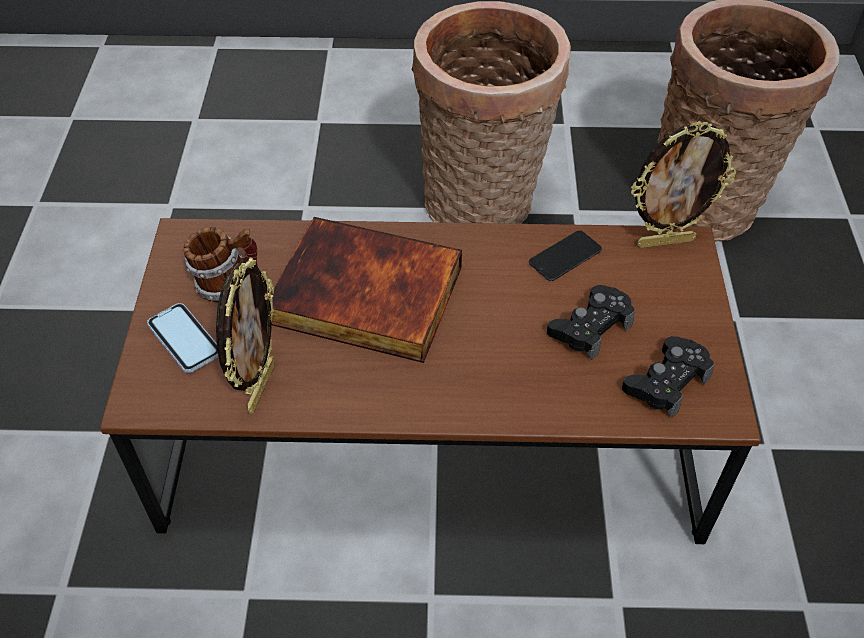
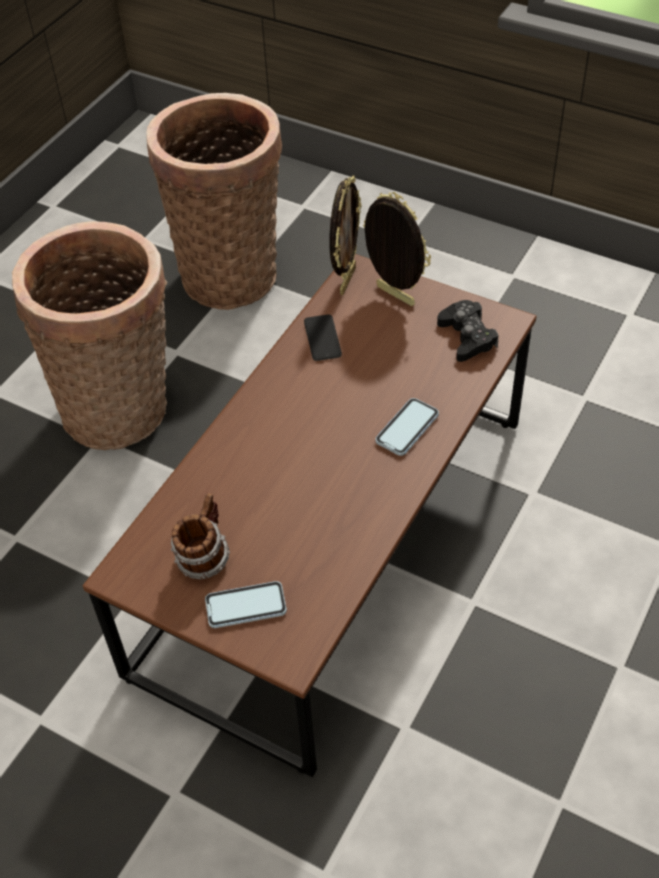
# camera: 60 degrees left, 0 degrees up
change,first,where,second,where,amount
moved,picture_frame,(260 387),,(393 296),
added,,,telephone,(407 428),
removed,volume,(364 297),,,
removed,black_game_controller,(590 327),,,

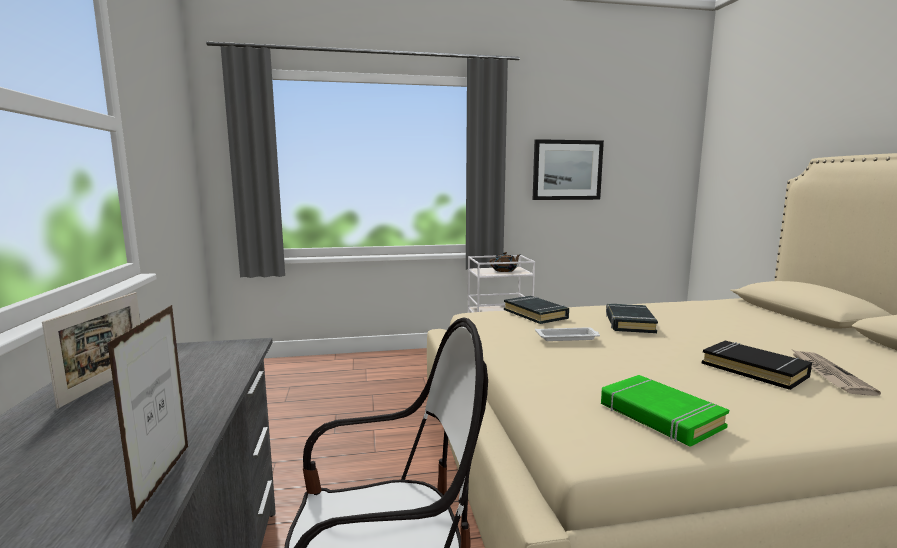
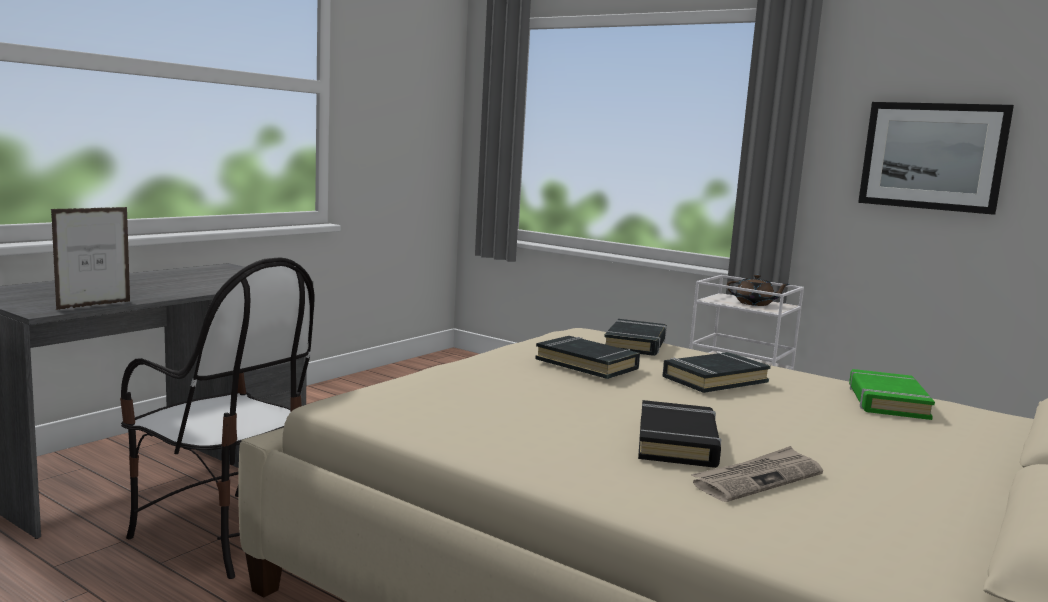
# camera: 45 degrees right, 0 degrees up
change,first,where,second,where,amount
replaced,whitish_serving_tray,(568 337),black_volume,(587 364),
moved,greenish_volume,(659 416),,(887 401),
removed,picture_frame,(105 382),,,

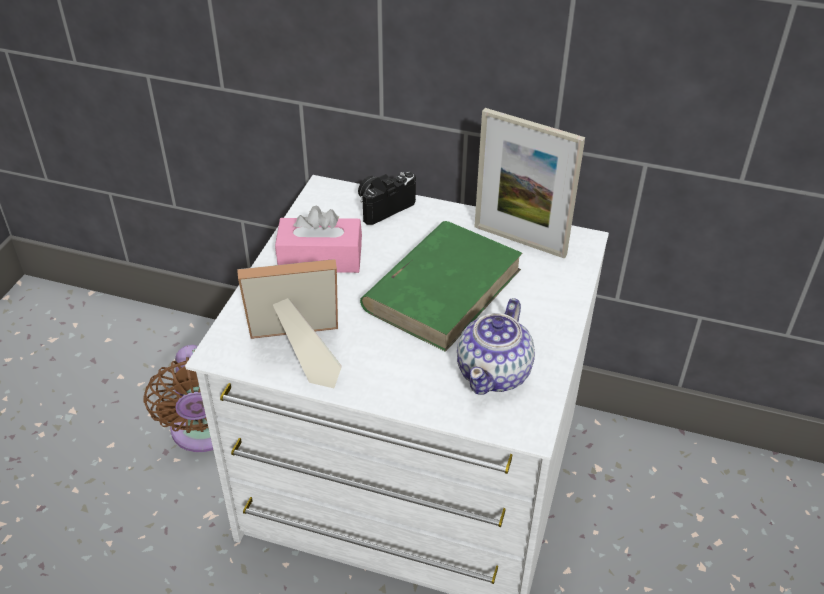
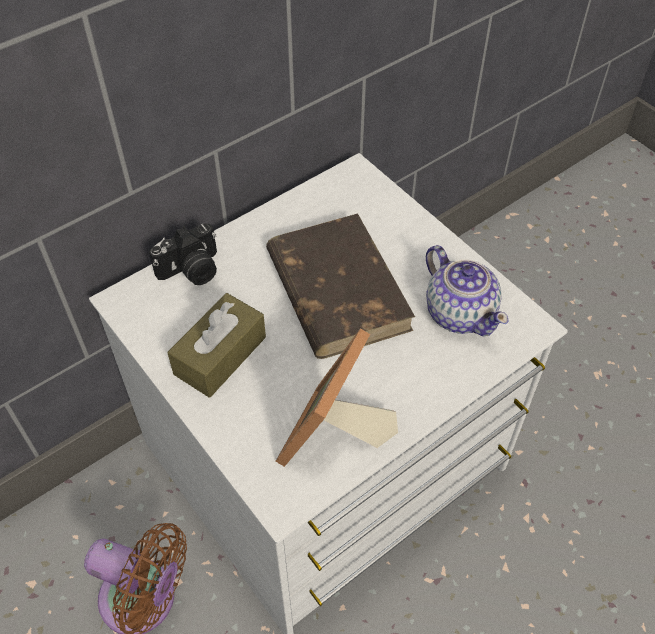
# camera: 55 degrees left, 10 degrees up
change,first,where,second,where,amount
turned,still_camera,(383 206),,(191 271),120 degrees counterclockwise
recoloured,pinkish_tissue_box,(320 258),brown-coloured_tissue_box,(220 355),
recoloured,greenish_volume,(443 288),brown-coloured_volume,(336 289),
removed,picture_frame,(519 240),,,

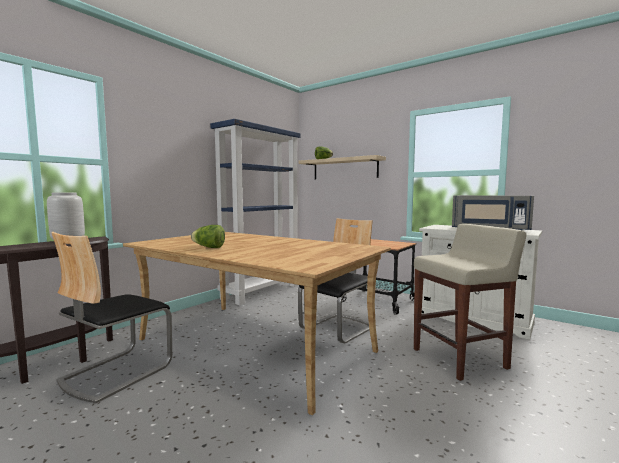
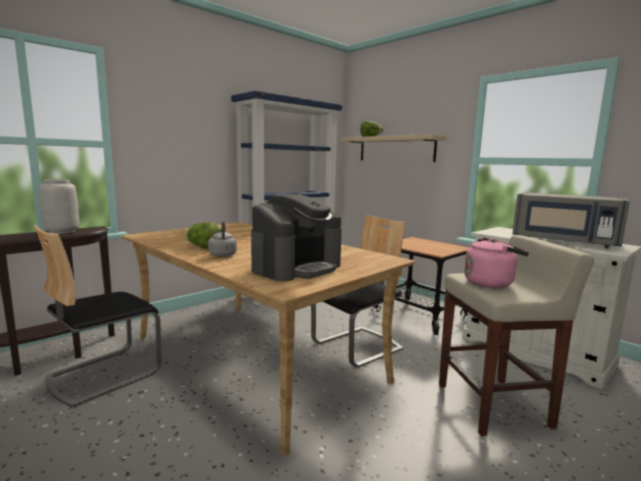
# camera: 10 degrees right, 5 degrees up
change,first,where,second,where,amount
added,,,gray_kettle,(222 254),
added,,,coffee_machine,(297 267),
added,,,pinkish_kettle,(491 283),

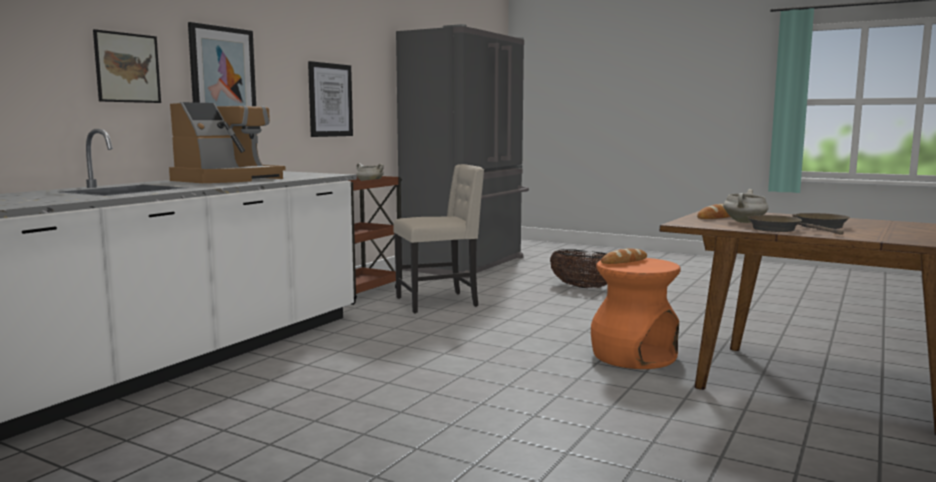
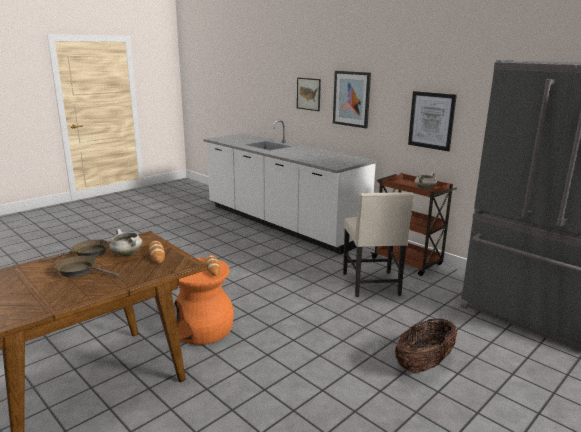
# camera: 105 degrees right, 10 degrees up
change,first,where,second,where,amount
removed,coffee_machine,(228 179),,,

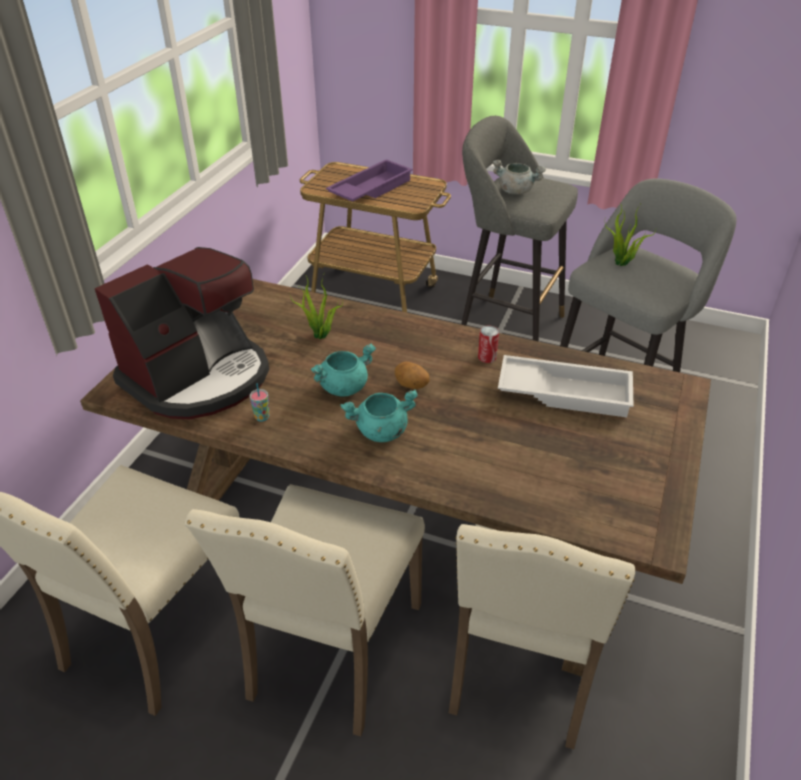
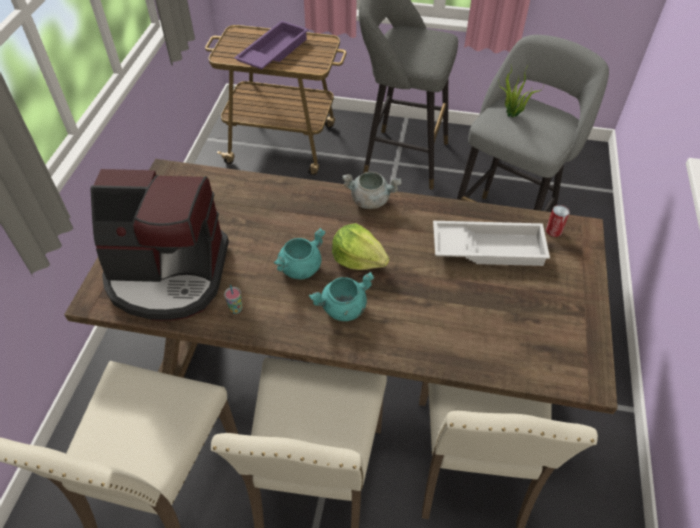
# camera: 10 degrees left, 10 degrees up
change,first,where,second,where,amount
turned,coffee_machine,(199 377),,(168 275),60 degrees clockwise
replaced,whole_potato,(411 386),lettuce,(358 259),
moved,gray_cooking_pot,(516 191),,(370 200),
moved,metal_can,(487 357),,(553 230),
removed,houseplant,(320 336),,,

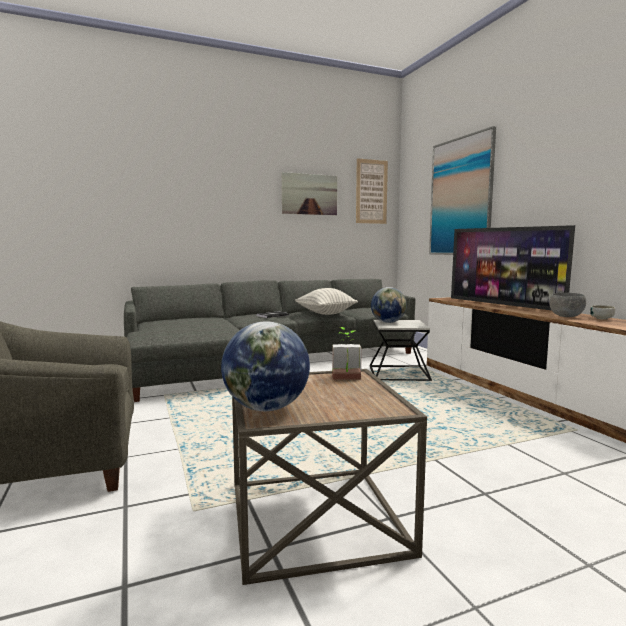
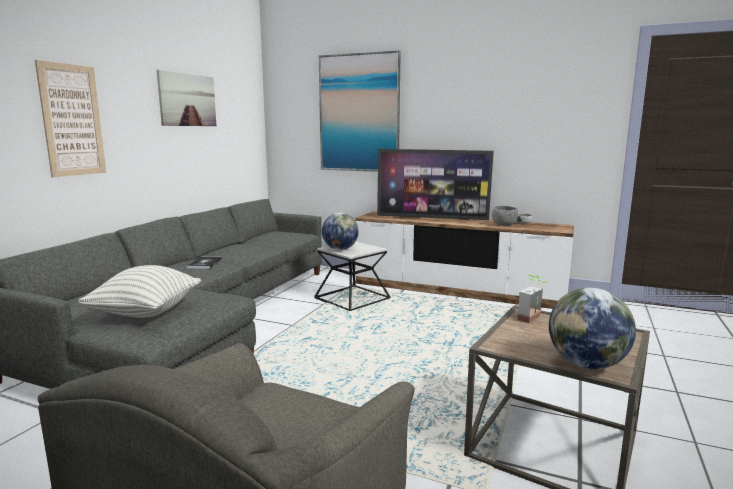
# camera: 45 degrees left, 5 degrees up
change,first,where,second,where,amount
moved,picture,(371 191),,(72 120),
moved,cushion,(326 313),,(145 312),

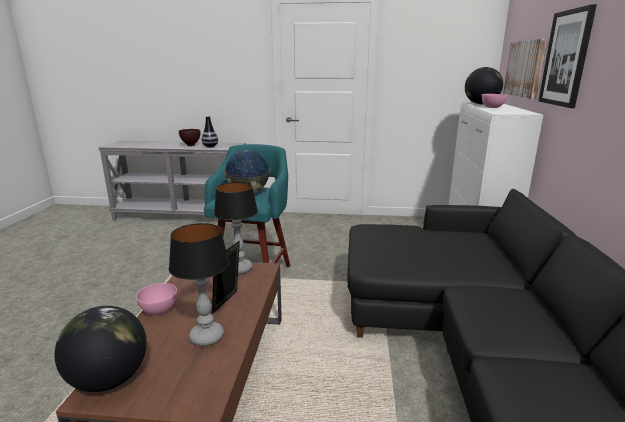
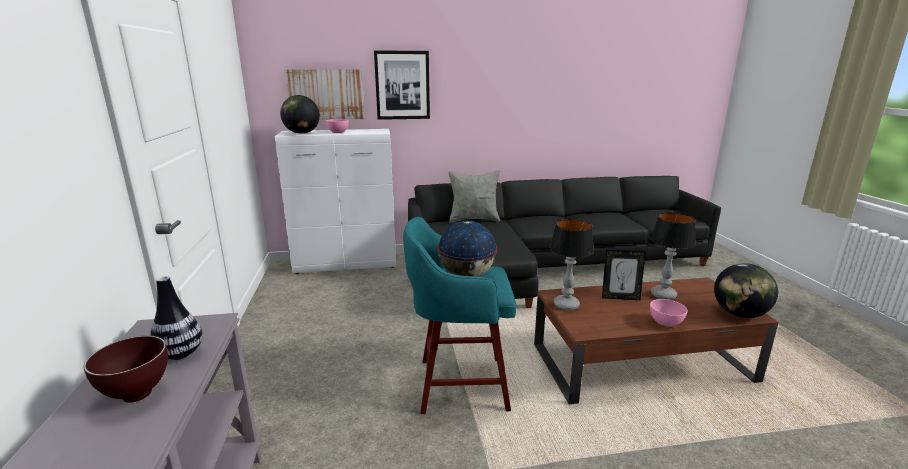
# camera: 105 degrees left, 0 degrees up
change,first,where,second,where,amount
added,,,gray_cushion,(474 219),

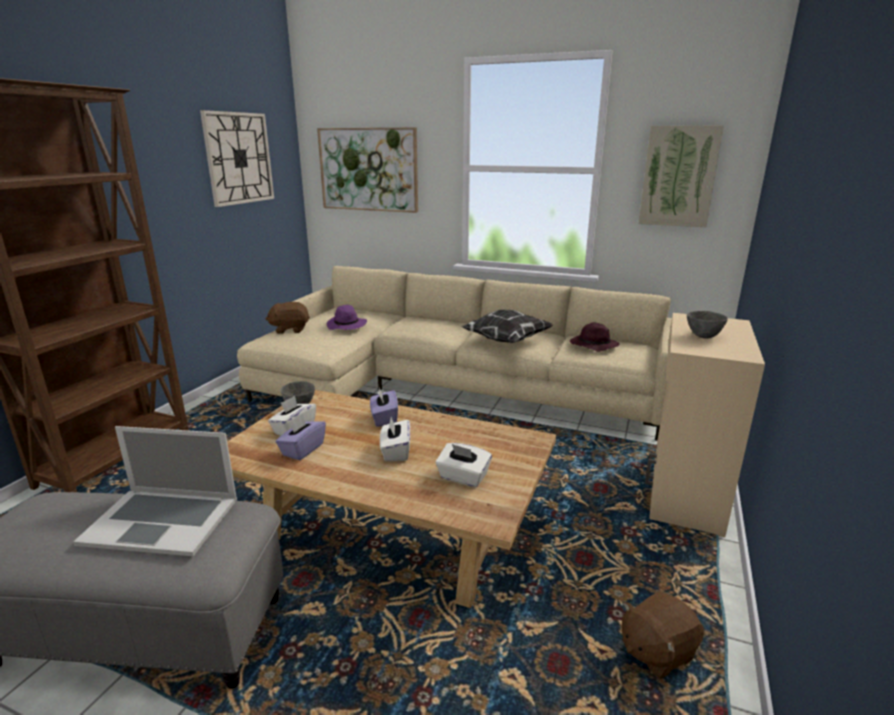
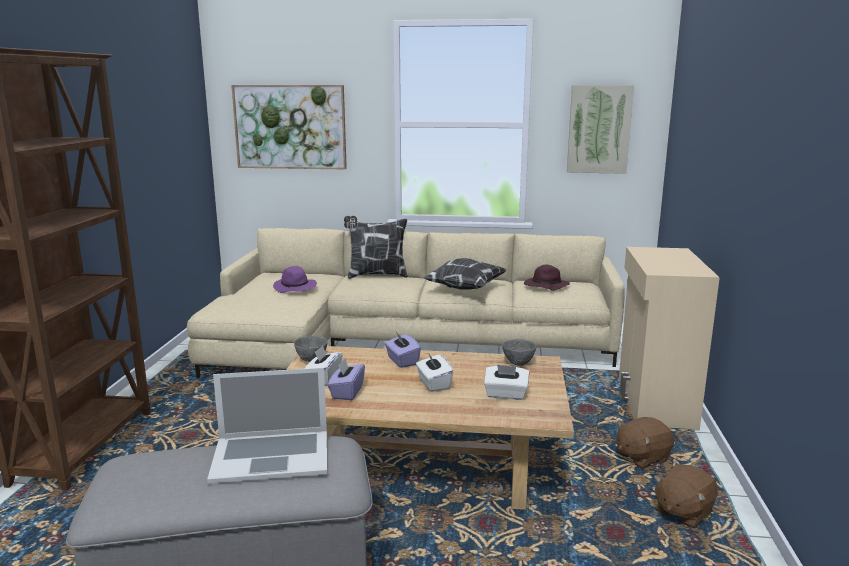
# camera: 15 degrees left, 5 degrees down
change,first,where,second,where,amount
added,,,cushion,(376 275),
moved,gray_bowl,(703 336),,(518 363),
moved,brown-coloured_soft_toy,(290 329),,(641 457),
removed,hanging_clock,(239 158),,,

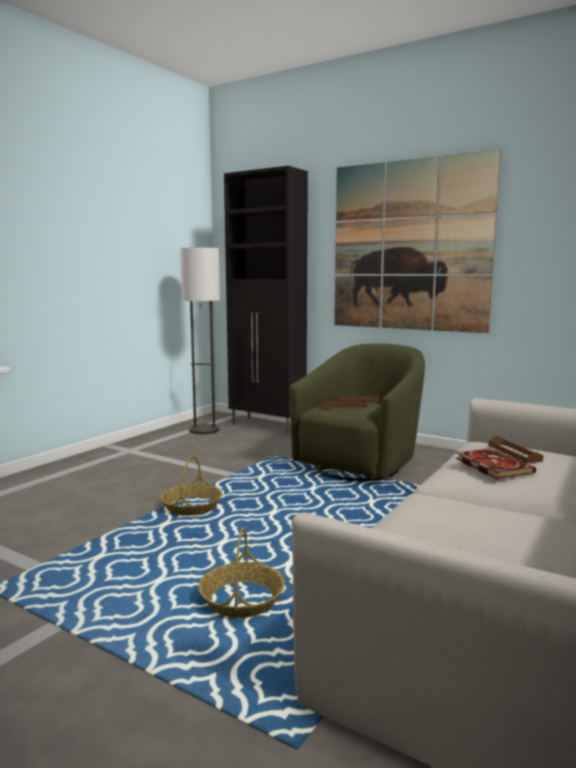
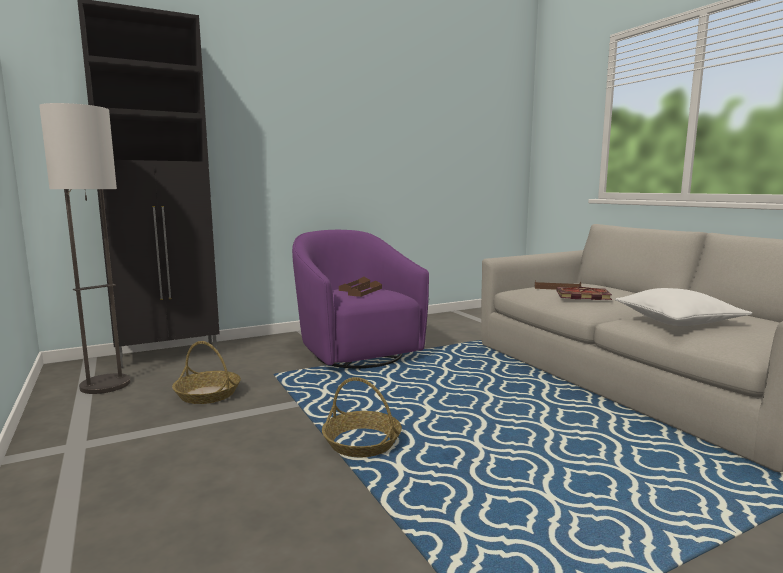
# camera: 60 degrees left, 0 degrees up
change,first,where,second,where,amount
moved,basket,(242 600),,(208 394),
recoloured,greenish_armchair,(361 464),purple-coloured_armchair,(355 351),
added,,,whitish_cushion,(677 321),
removed,picture,(409 246),,,

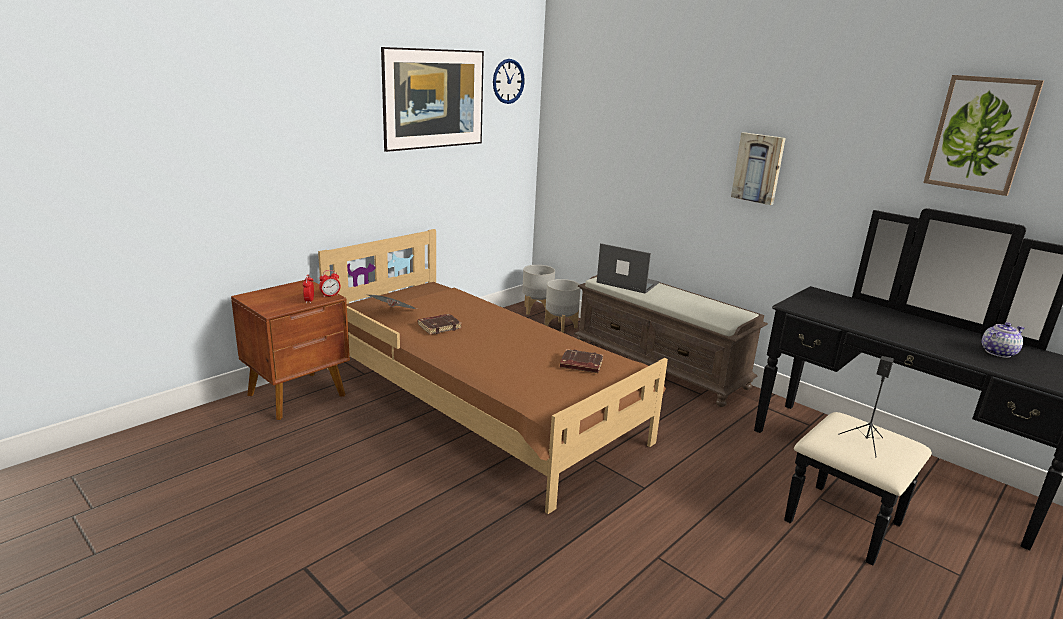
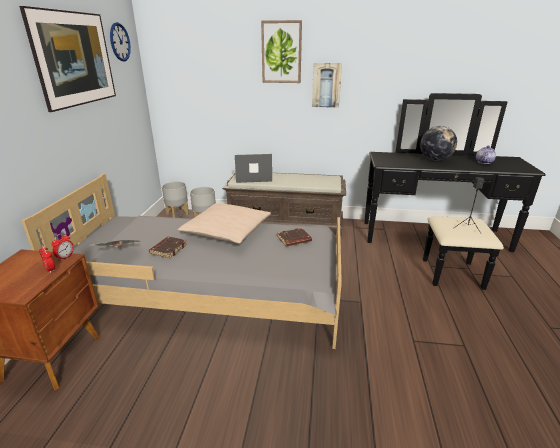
# camera: 35 degrees left, 5 degrees up
change,first,where,second,where,amount
recoloured,brown-coloured_sleeping_bed,(480 403),gray_sleeping_bed,(211 293),
added,,,beige_cushion,(226 232),
moved,picture,(980 134),,(281 52),
added,,,desk_globe,(435 159),

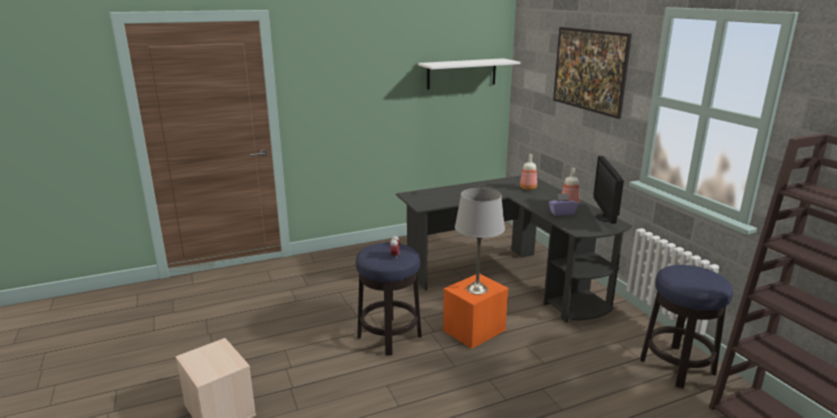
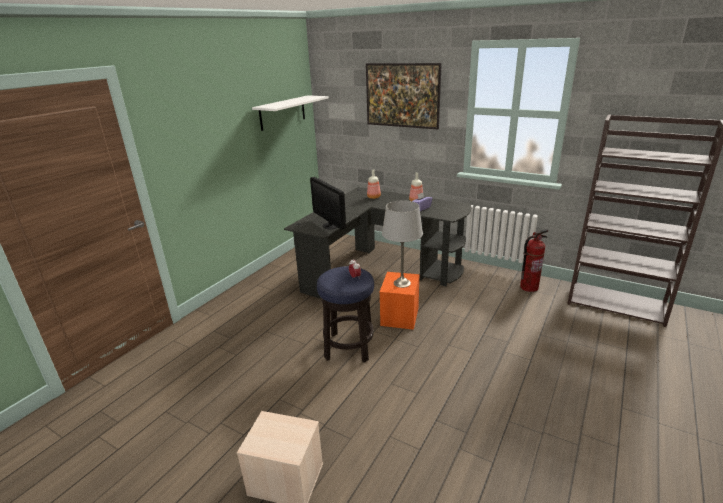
# camera: 35 degrees left, 5 degrees up
change,first,where,second,where,amount
moved,computer_screen,(605 218),,(330 226),
replaced,stool,(677 366),extinguisher,(529 287),

